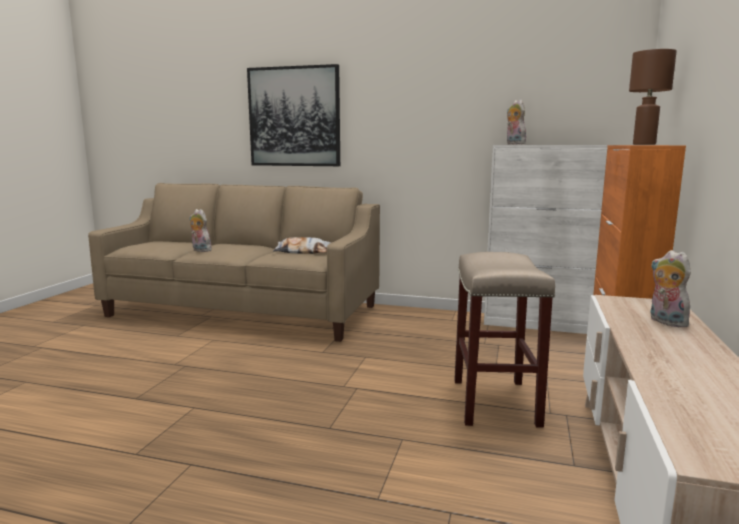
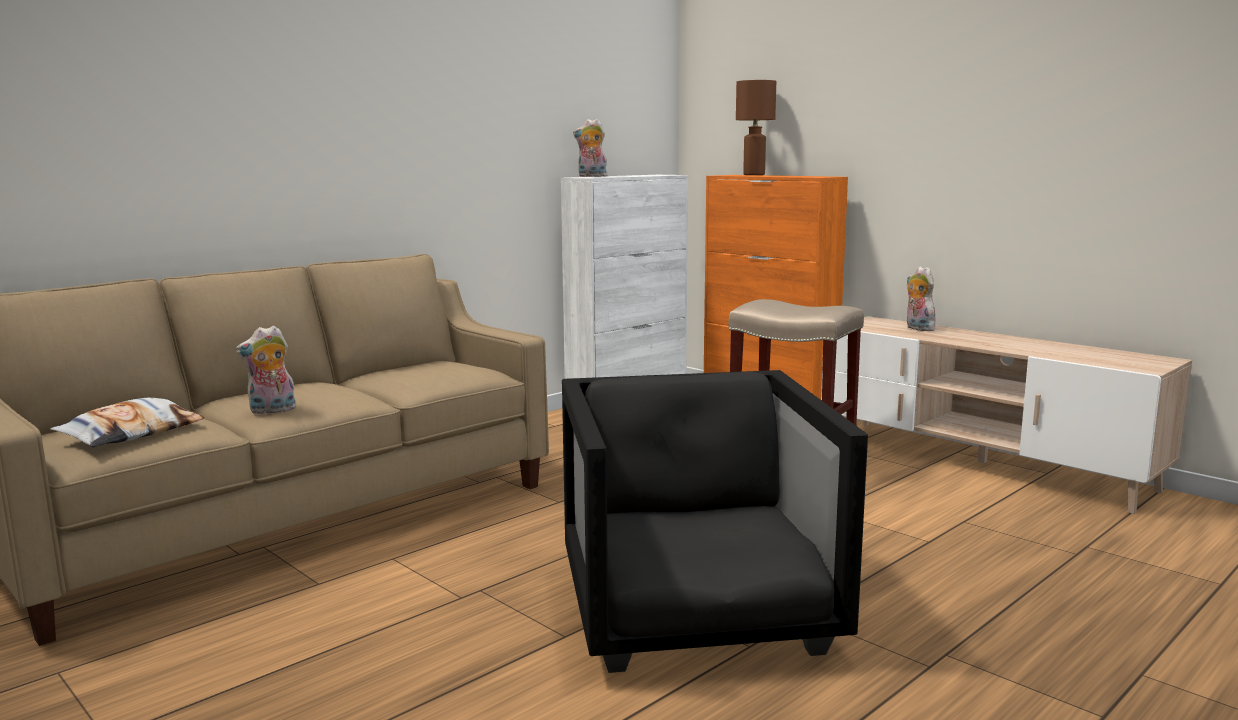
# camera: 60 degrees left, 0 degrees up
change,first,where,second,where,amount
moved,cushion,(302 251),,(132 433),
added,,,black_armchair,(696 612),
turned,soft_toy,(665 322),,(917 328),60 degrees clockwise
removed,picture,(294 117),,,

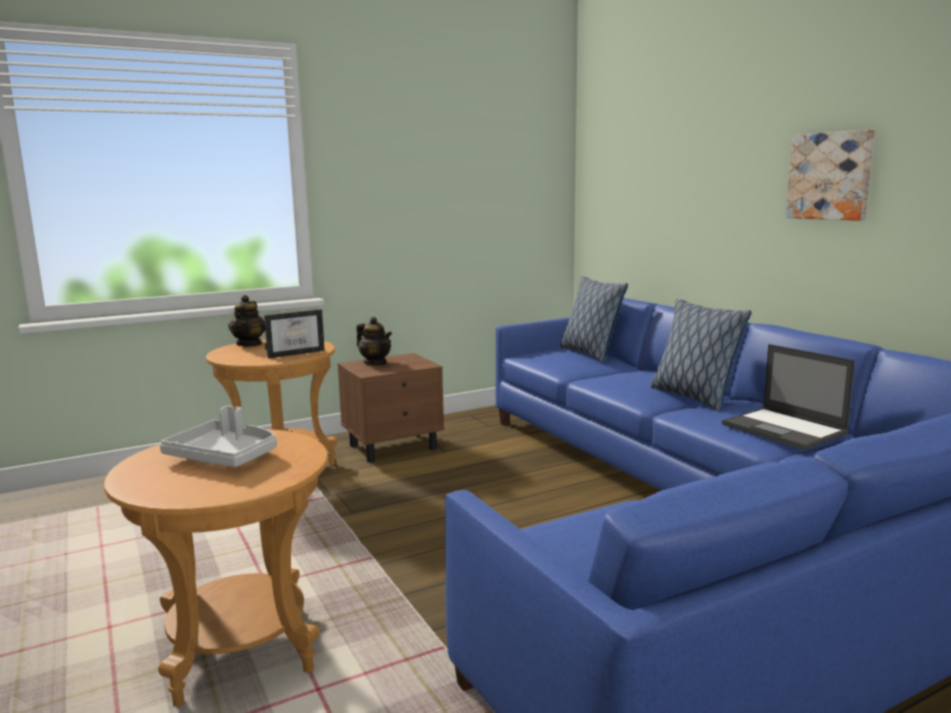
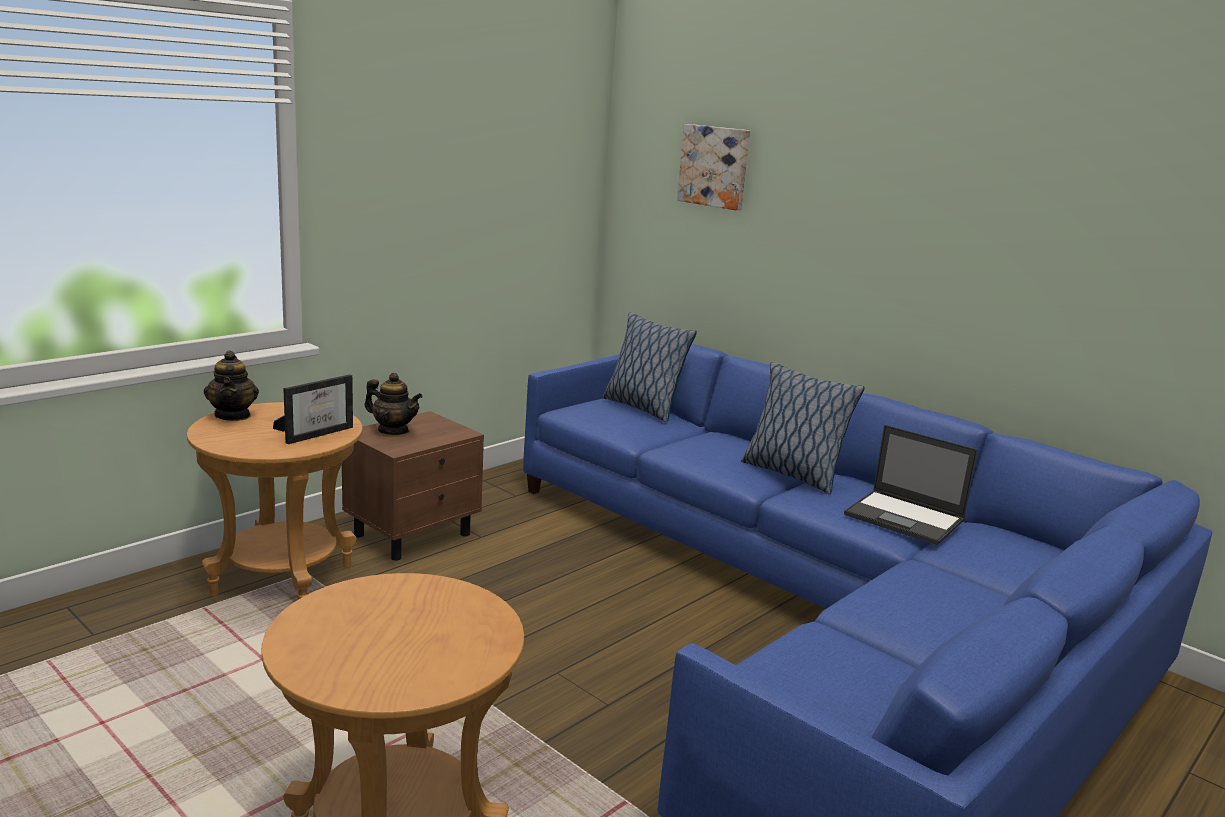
# camera: 20 degrees left, 5 degrees up
change,first,where,second,where,amount
moved,picture,(831 176),,(715 166),
removed,gray_serving_tray,(224 457),,,

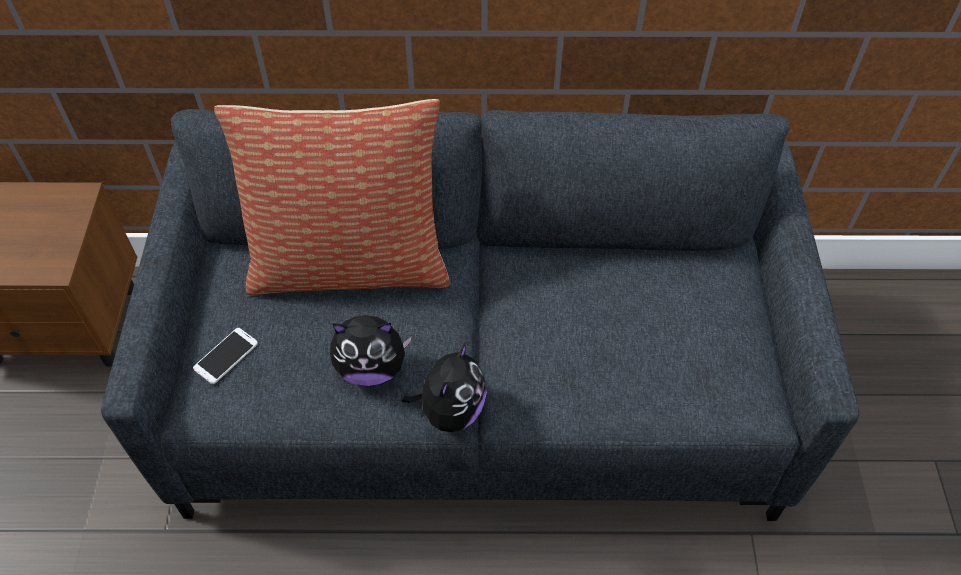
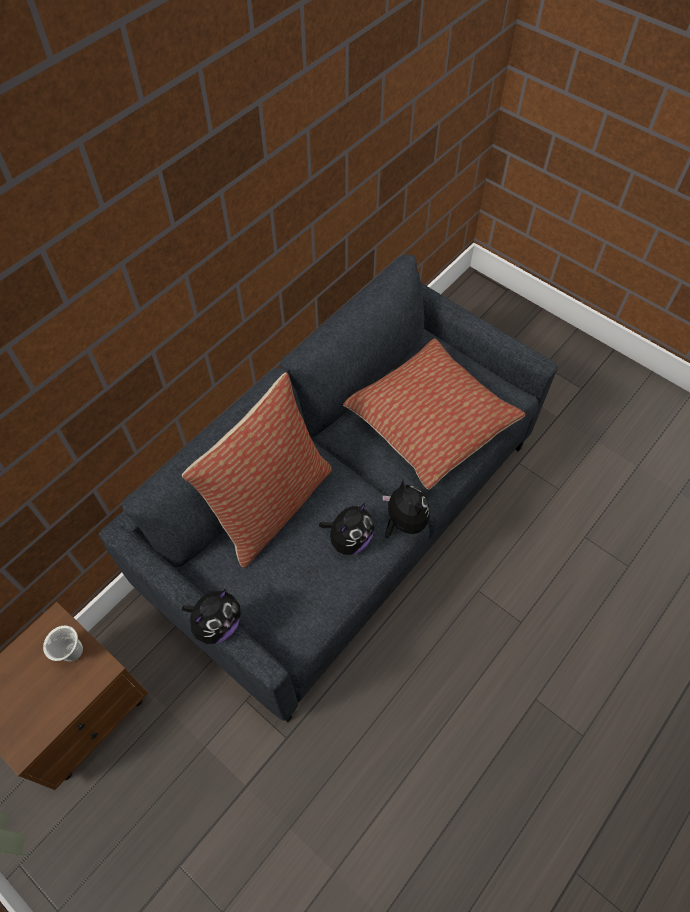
# camera: 50 degrees left, 5 degrees up
change,first,where,second,where,amount
added,,,whitish_tea_mug,(70 652),
added,,,soft_toy,(217 624),
added,,,cushion,(429 421),
removed,telephone,(226 356),,,

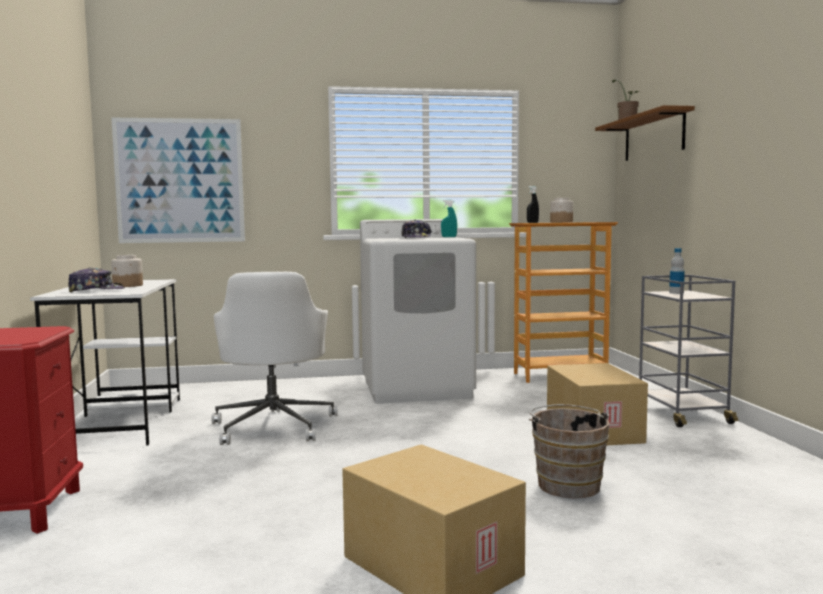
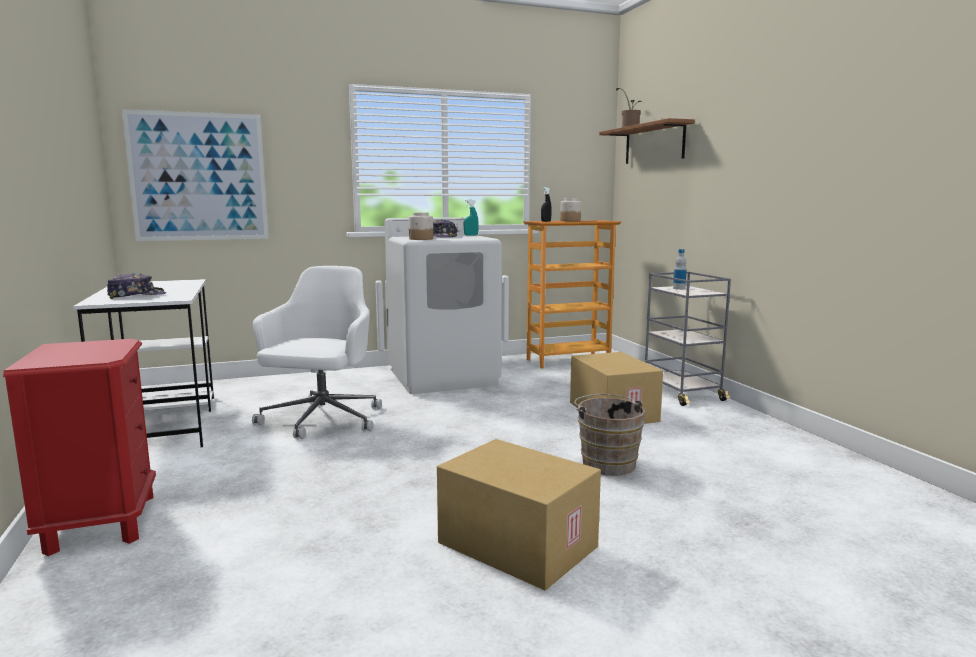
# camera: 10 degrees left, 5 degrees up
change,first,where,second,where,amount
turned,whitish_computer_chair,(274 425),,(321 420),150 degrees counterclockwise
moved,preserve_jar,(127 285),,(421 239),

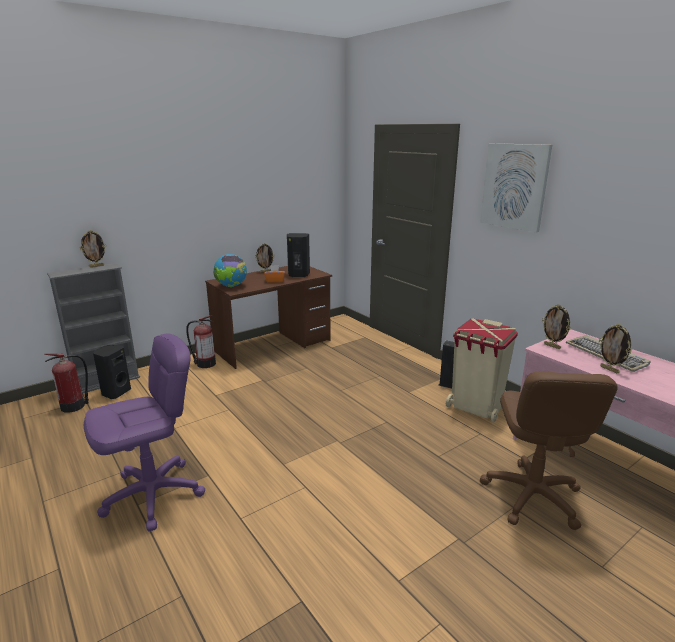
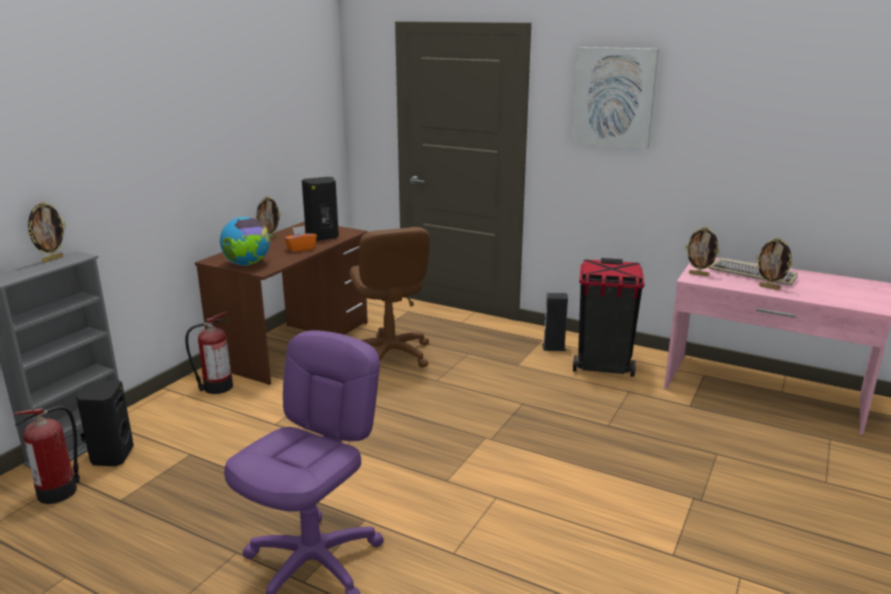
# camera: 25 degrees left, 0 degrees up
change,first,where,second,where,amount
moved,brown-coloured_computer_chair,(531 496),,(389 355),
recoloured,beige_waste_bin,(476 408),black_waste_bin,(603 366),

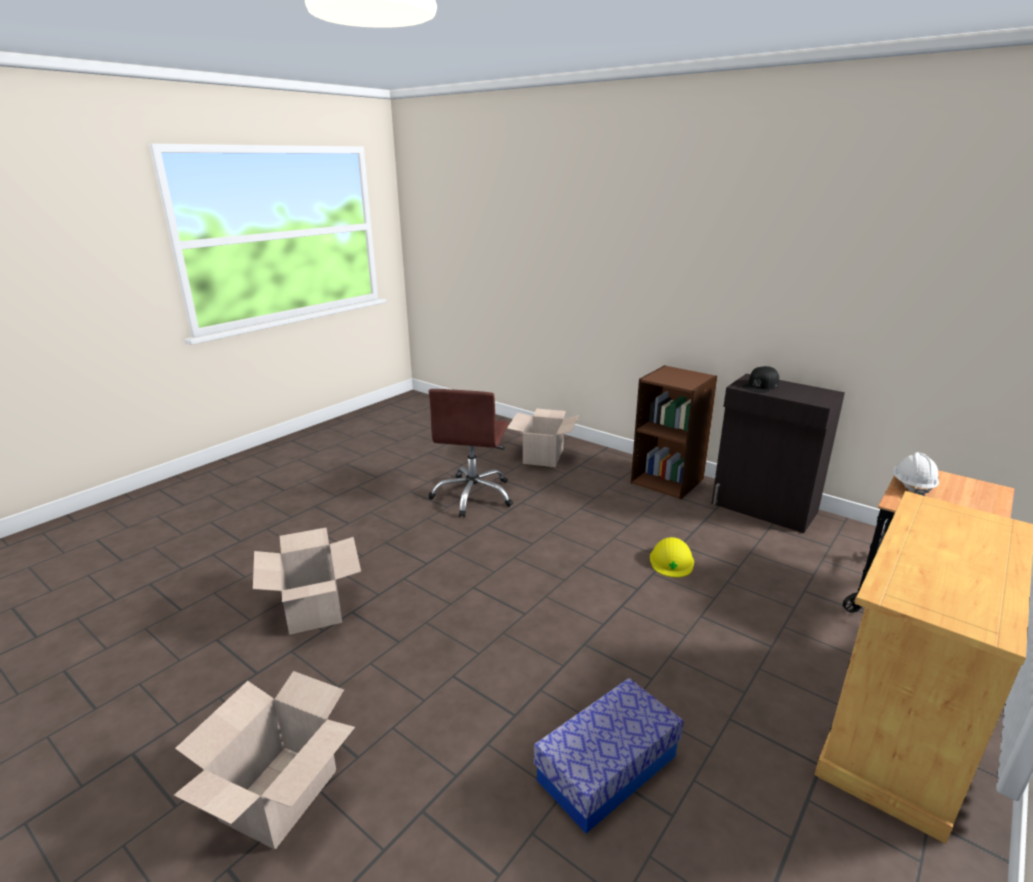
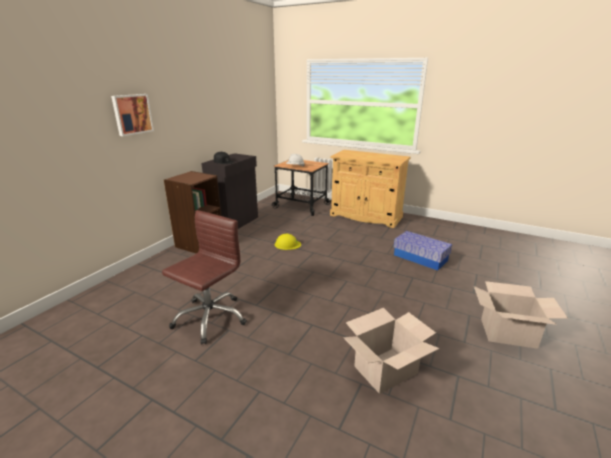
# camera: 100 degrees left, 0 degrees up
change,first,where,second,where,amount
added,,,picture,(132 114),
turned,brown-coloured_computer_chair,(473 495),,(210 318),60 degrees counterclockwise
removed,carton,(543 456),,,

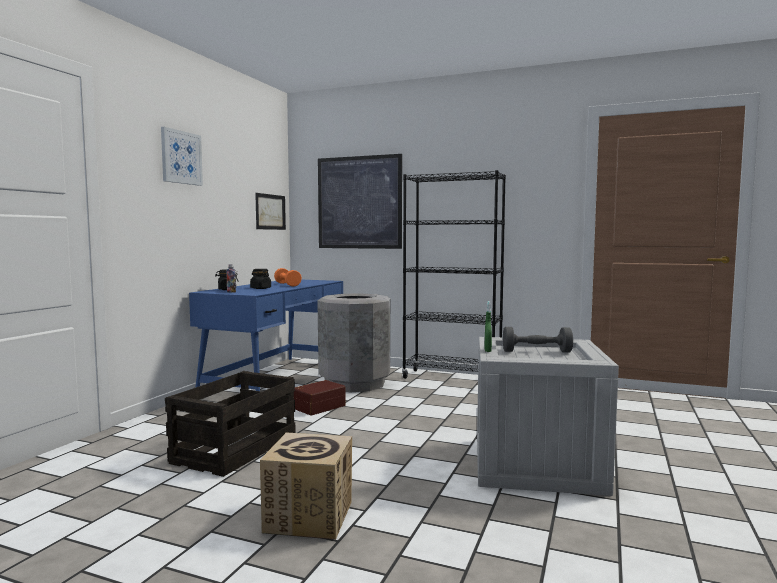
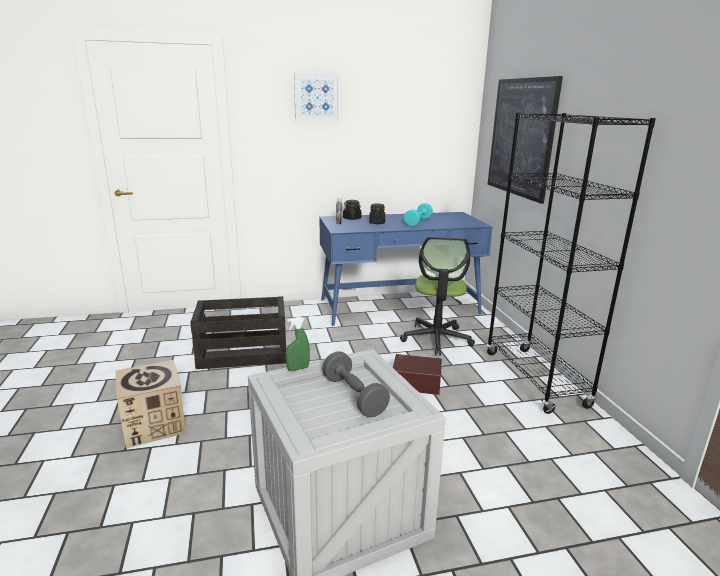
# camera: 55 degrees right, 15 degrees up
change,first,where,second,where,amount
moved,brown-coloured_storage_bin,(318 406),,(416 382),
replaced,gray_waste_bin,(355 383),computer_chair,(436 339),
recoloured,orange_free_weight,(287 284),turquoise_free_weight,(418 222),
removed,picture,(270 212),,,

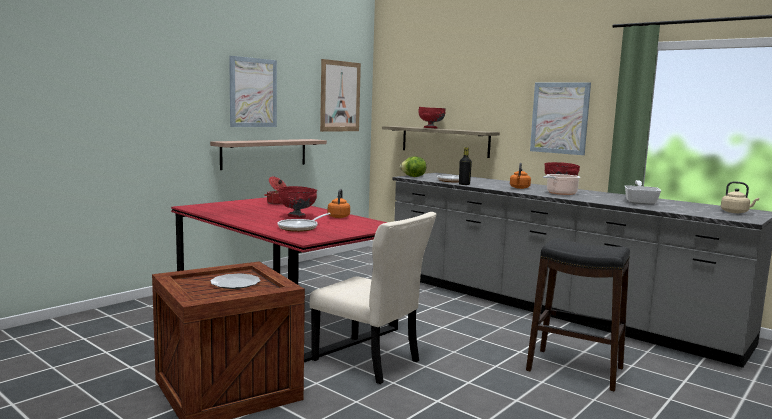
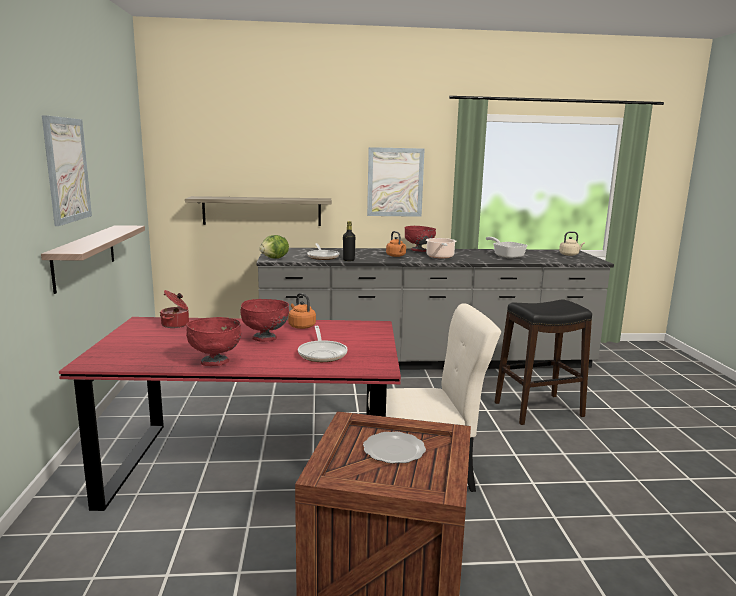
# camera: 45 degrees left, 5 degrees up
change,first,where,second,where,amount
moved,red-coloured_bowl,(431 128),,(216 362),
removed,picture,(340 96),,,

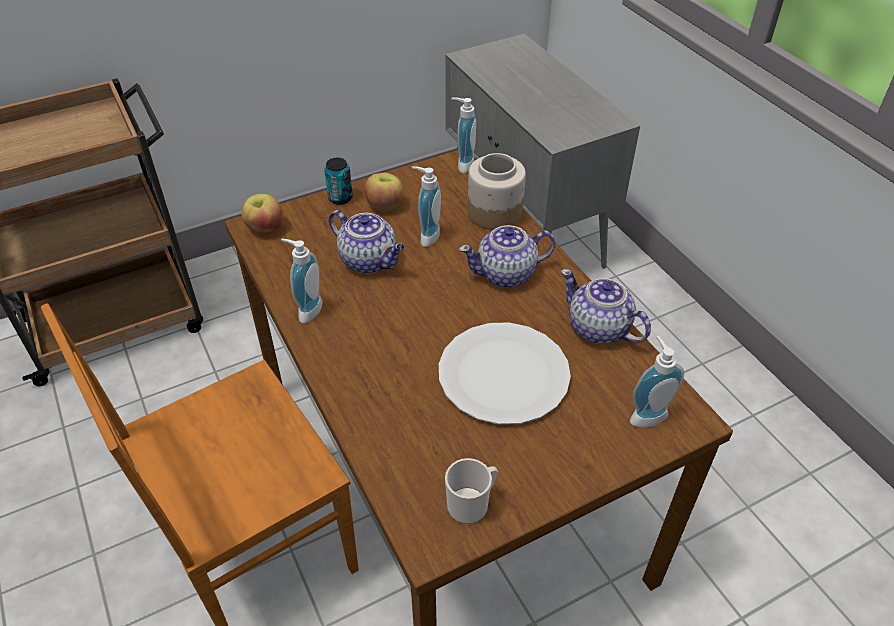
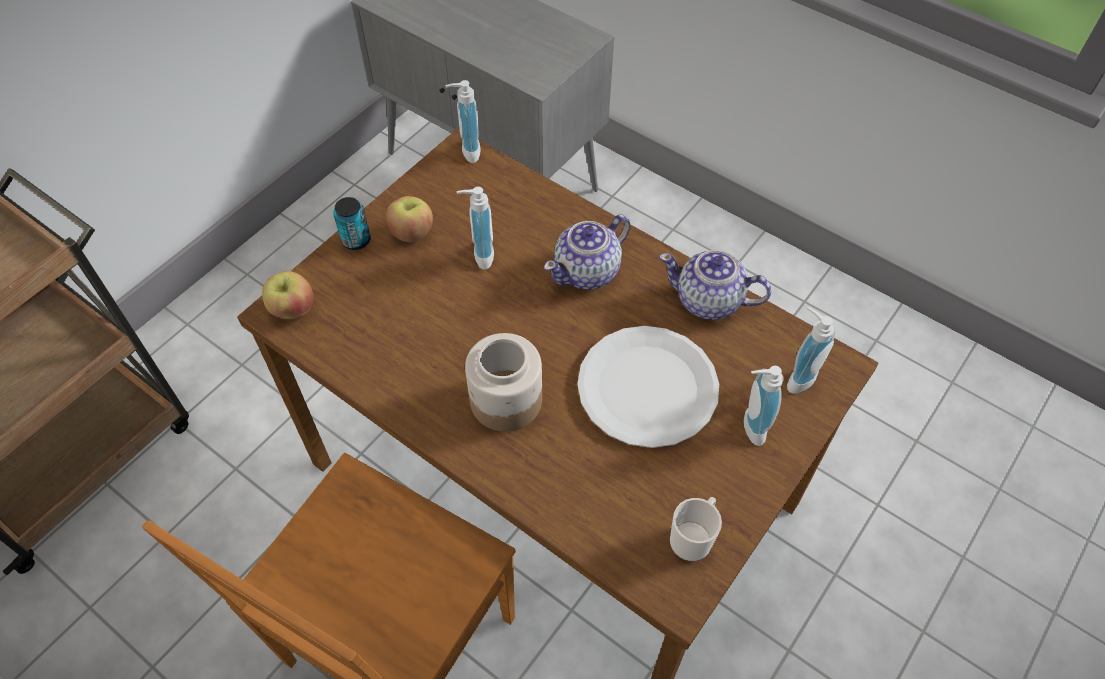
# camera: 25 degrees left, 10 degrees up
change,first,where,second,where,amount
moved,preserve_jar,(494 213),,(505 401),
moved,soap_dispenser,(306 310),,(749 427),
removed,pot_for_tea,(370 261),,,

